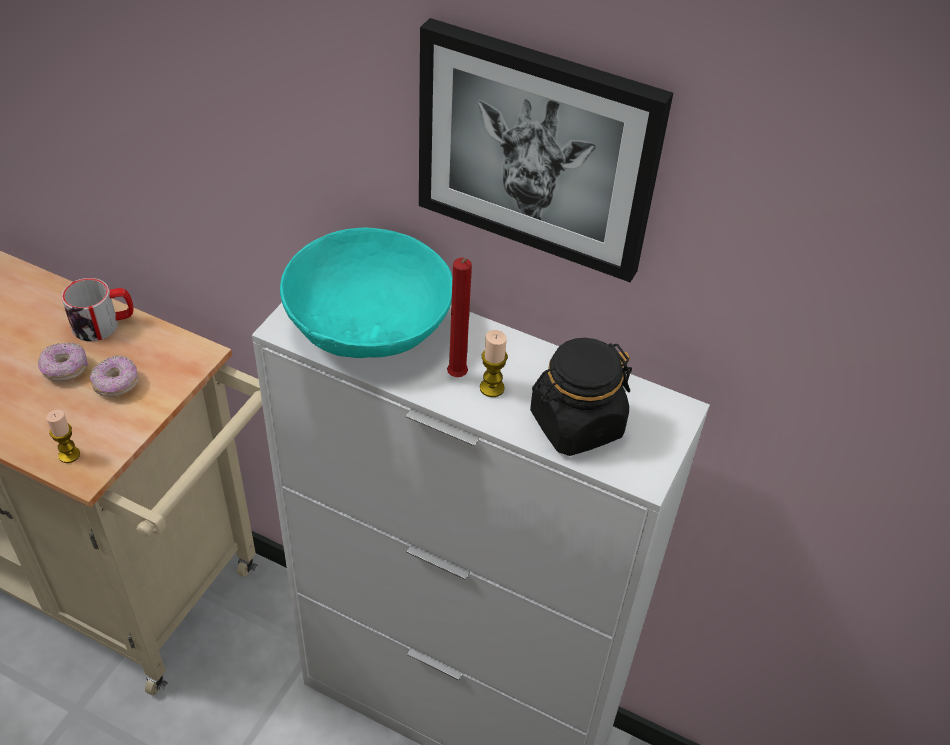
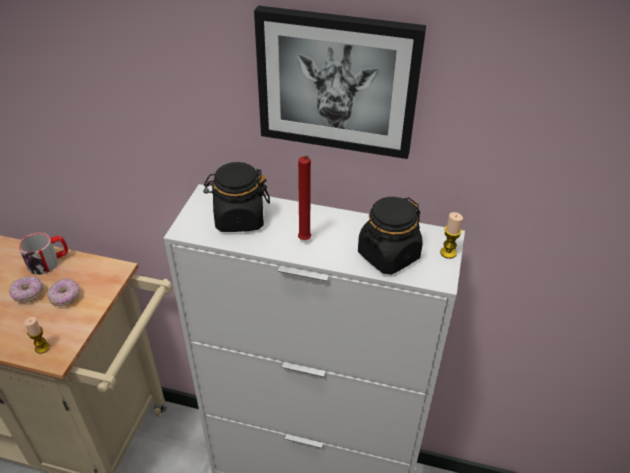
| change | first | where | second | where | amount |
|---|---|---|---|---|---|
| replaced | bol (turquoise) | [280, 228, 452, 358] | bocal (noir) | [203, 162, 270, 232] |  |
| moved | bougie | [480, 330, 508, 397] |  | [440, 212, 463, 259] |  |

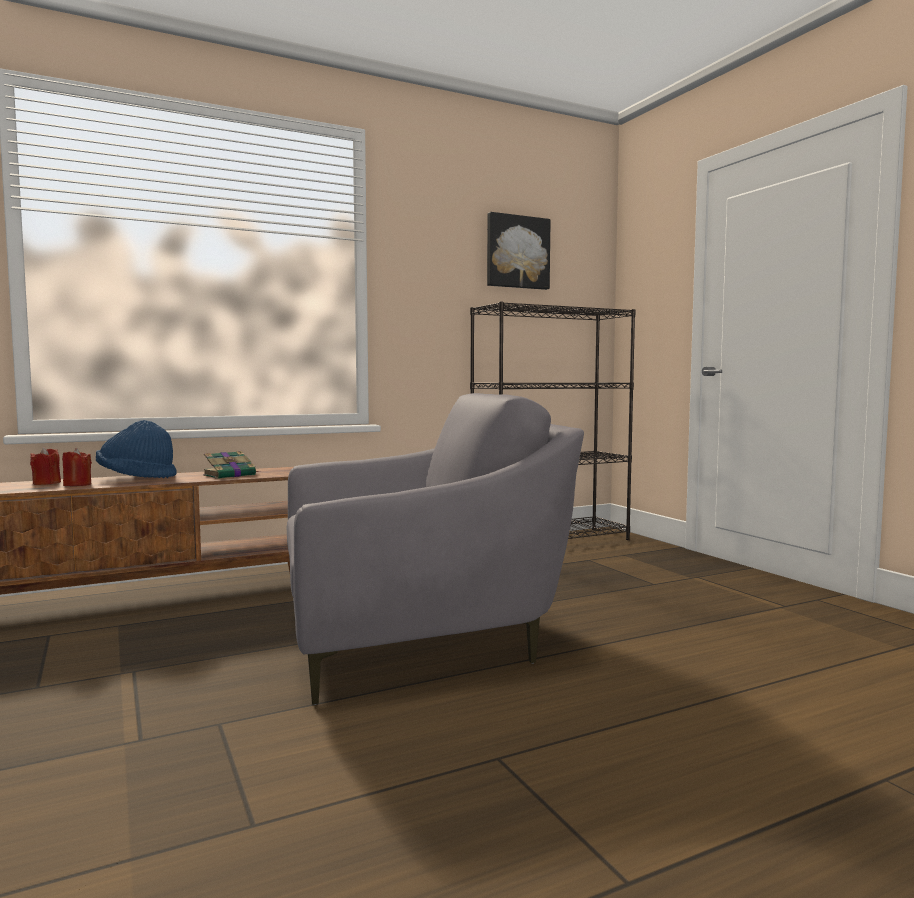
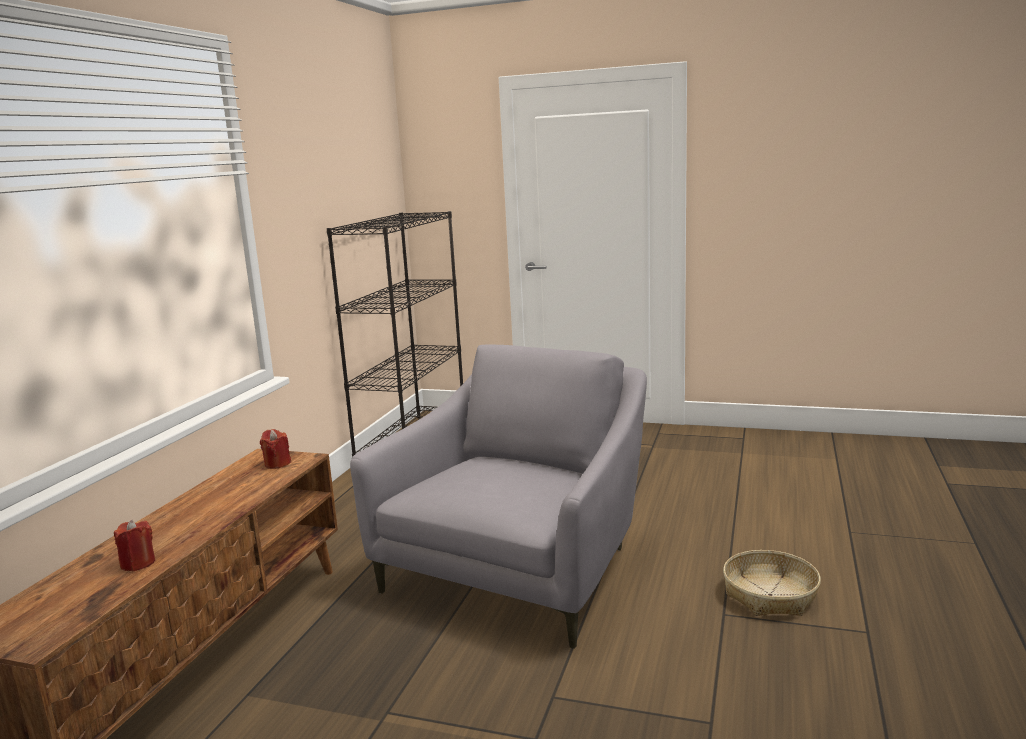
| change | first | where | second | where | amount |
|---|---|---|---|---|---|
| removed | tableau | [487, 212, 551, 290] |  |  |  |
| removed | chapeau (bleu) | [96, 420, 176, 478] |  |  |  |
| moved | bougie (rouge) | [30, 447, 61, 485] |  | [260, 429, 291, 469] |  |
| removed | livre | [203, 451, 260, 479] |  |  |  |
| added |  |  | panier | [723, 550, 821, 616] |  |

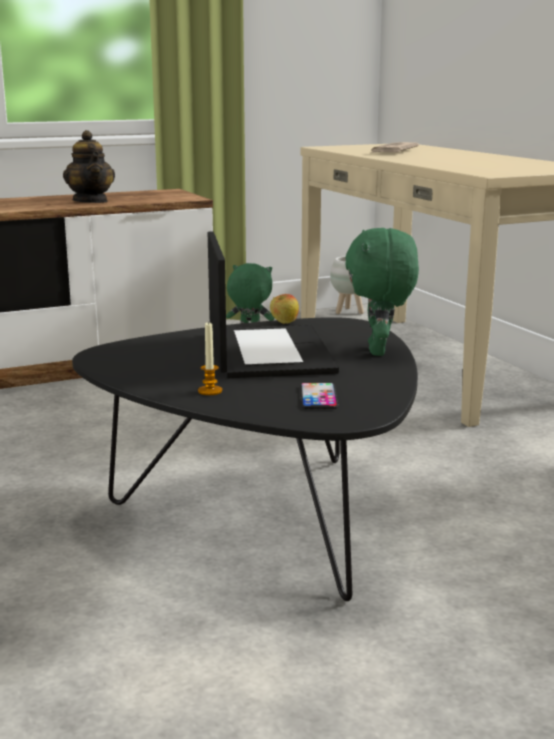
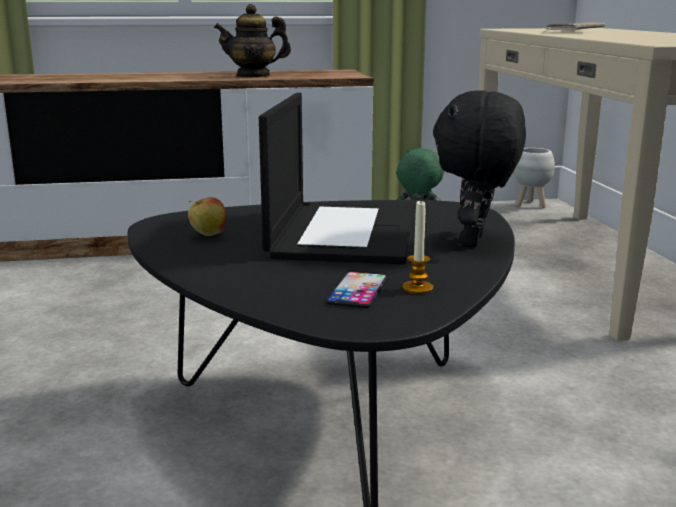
| change | first | where | second | where | amount |
|---|---|---|---|---|---|
| turned | théière | [63, 130, 115, 203] |  | [214, 4, 291, 78] | 90 degrees clockwise |
| recoloured | peluche (vert) | [346, 228, 419, 356] | peluche (noir) | [433, 91, 526, 248] |  |
| moved | pomme | [270, 294, 299, 324] |  | [188, 197, 226, 236] |  |
| moved | bougie | [198, 321, 222, 395] |  | [402, 201, 433, 294] |  |

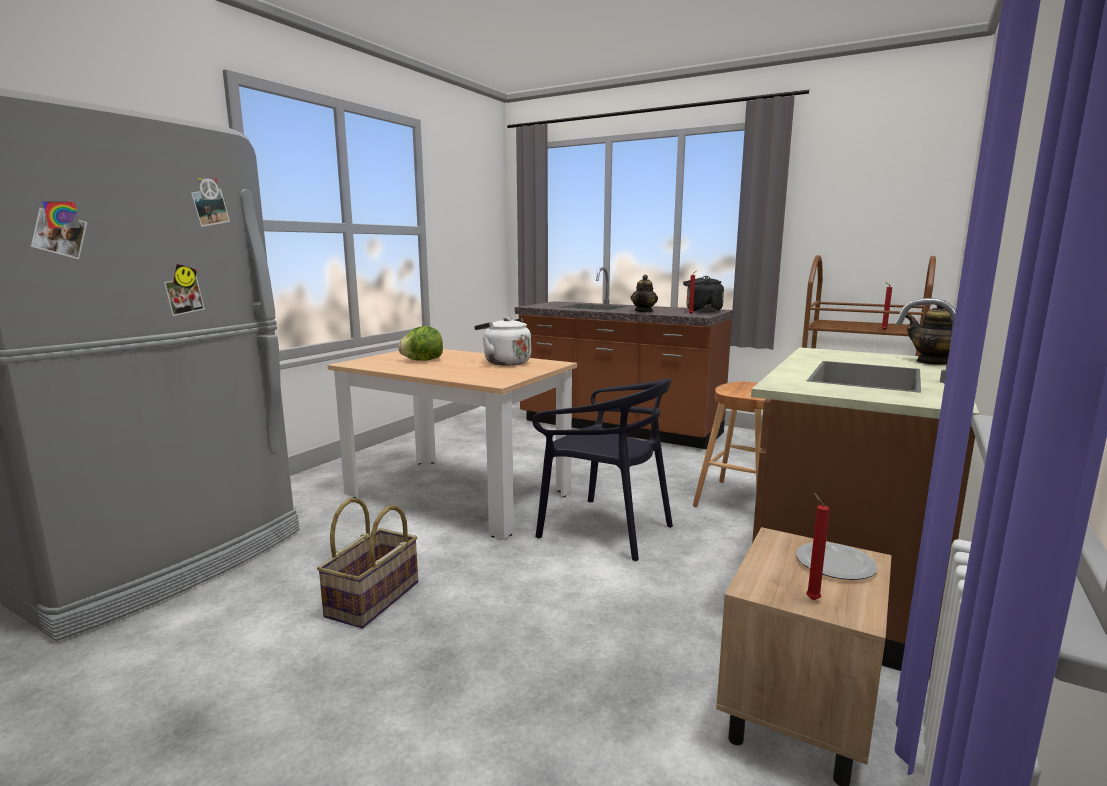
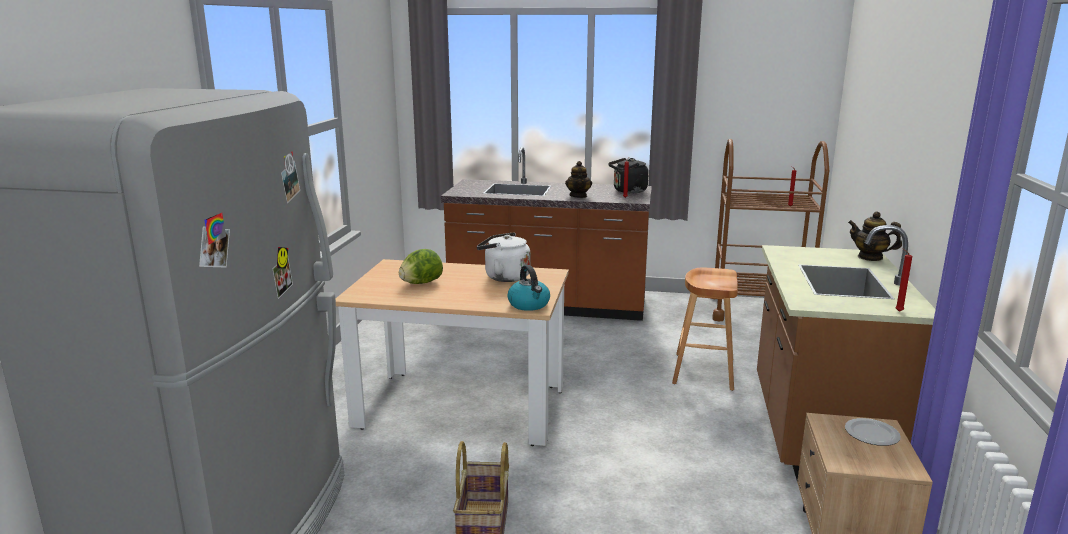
| change | first | where | second | where | amount |
|---|---|---|---|---|---|
| removed | chaise (noir) | [532, 378, 673, 561] |  |  |  |
| moved | bougie (rouge) | [806, 493, 830, 600] |  | [895, 248, 912, 312] |  |
| added |  |  | bouilloire | [508, 265, 550, 311] |  |

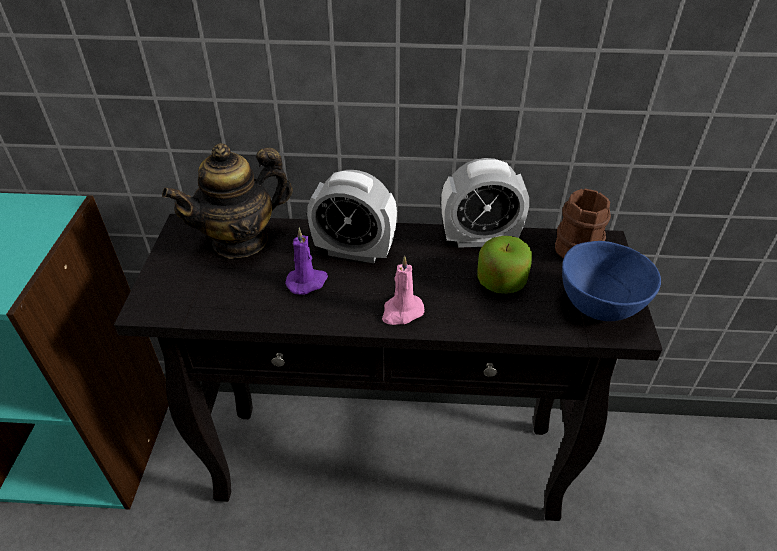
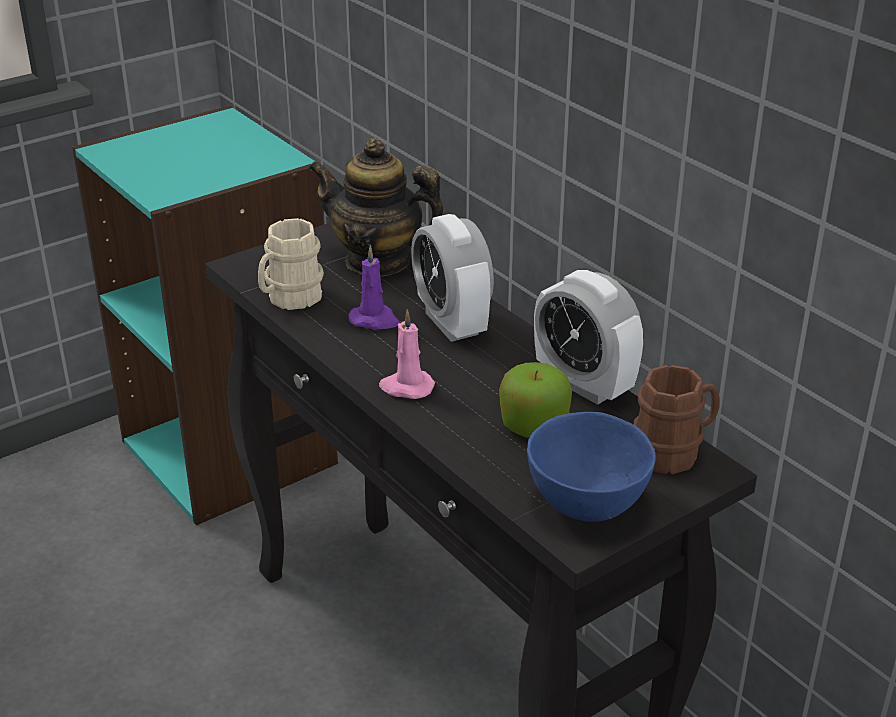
| change | first | where | second | where | amount |
|---|---|---|---|---|---|
| added |  |  | mug (beige) | [258, 218, 324, 310] |  |

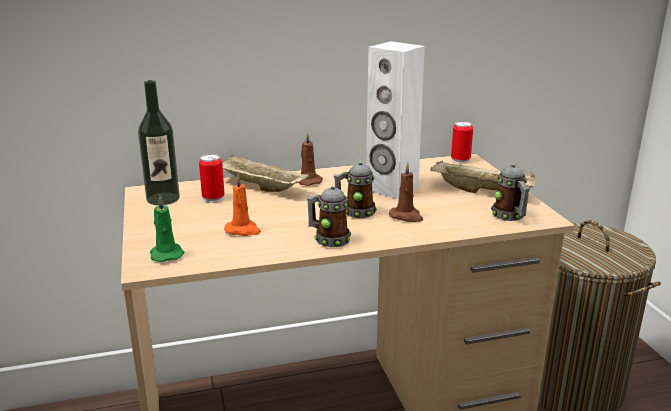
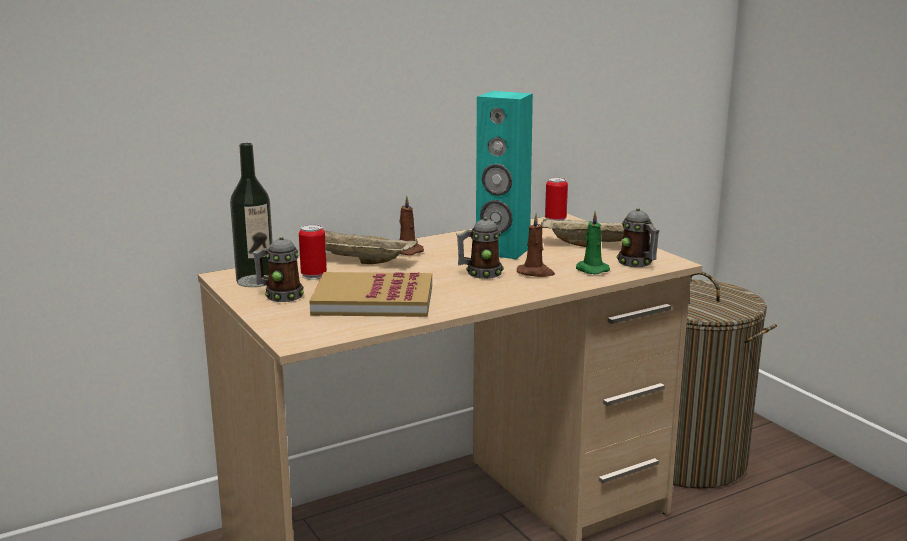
| change | first | where | second | where | amount |
|---|---|---|---|---|---|
| recoloured | enceinte (blanc) | [366, 41, 425, 200] | enceinte (turquoise) | [476, 91, 533, 259] |  |
| replaced | bougie (orange) | [224, 174, 261, 236] | livre | [309, 272, 432, 317] |  |
| moved | mug | [307, 186, 351, 247] |  | [253, 236, 304, 302] |  |
| moved | bougie (vert) | [150, 196, 184, 262] |  | [576, 211, 610, 274] |  |

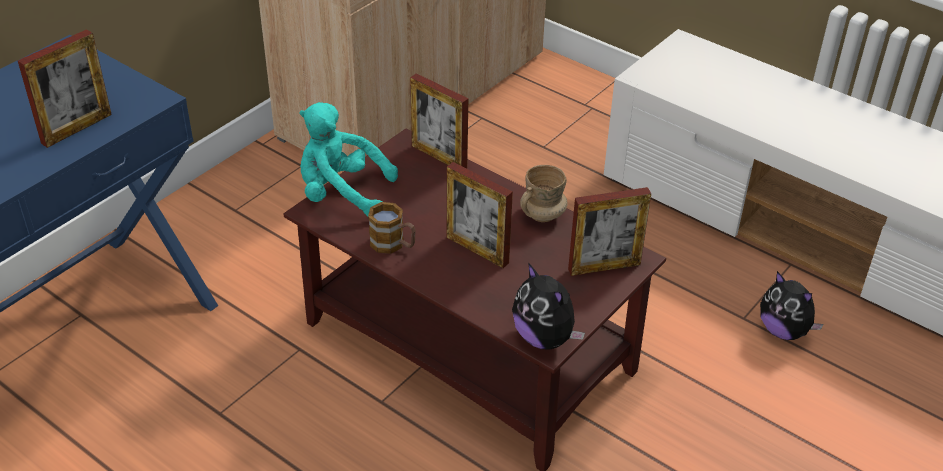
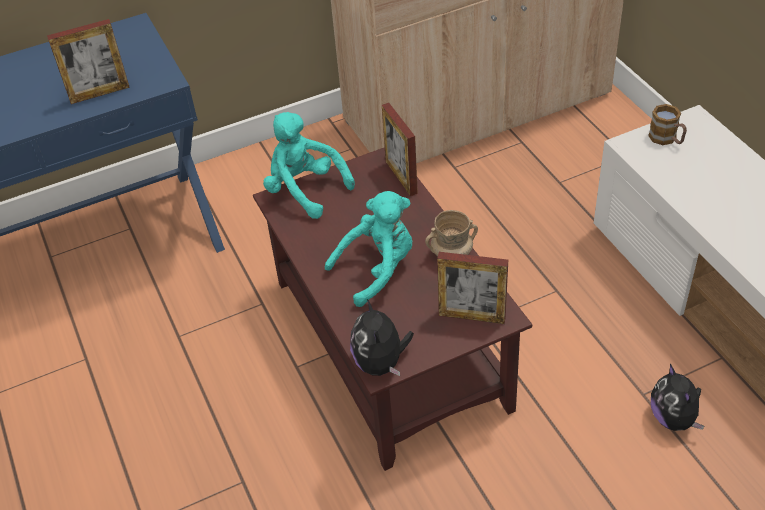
| change | first | where | second | where | amount |
|---|---|---|---|---|---|
| replaced | cadre photo | [447, 162, 513, 268] | peluche (turquoise) | [325, 191, 412, 307] |  |
| moved | mug | [368, 202, 416, 254] |  | [648, 104, 687, 145] |  |

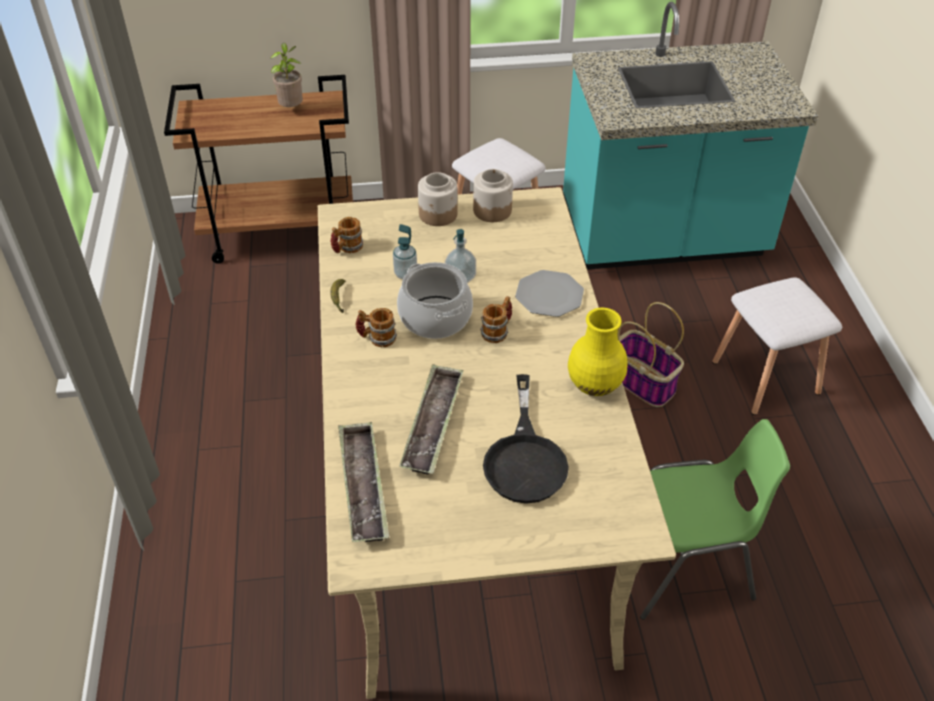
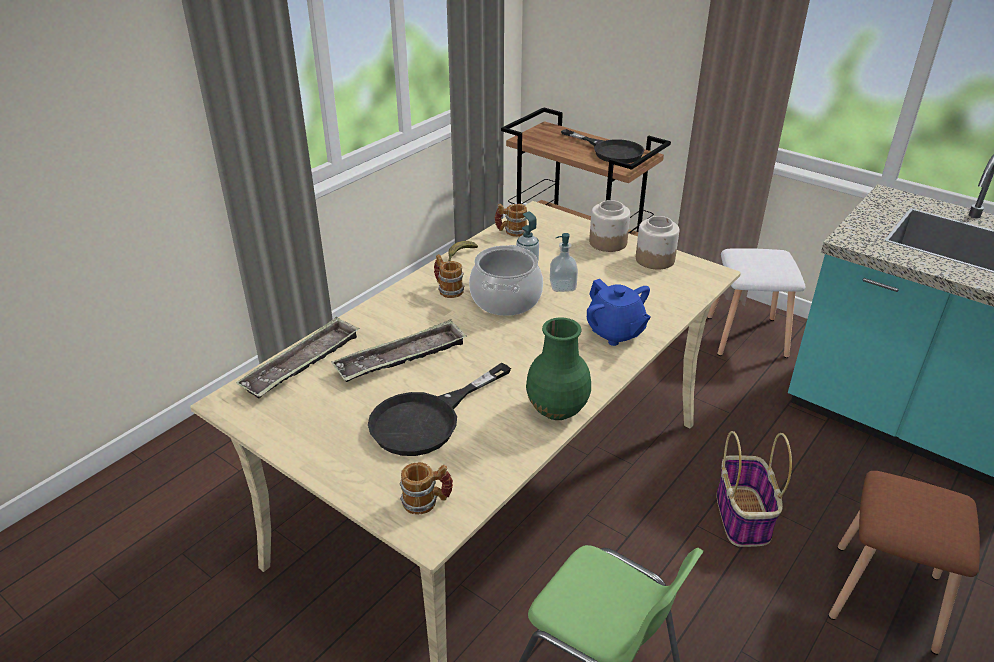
| change | first | where | second | where | amount |
|---|---|---|---|---|---|
| replaced | plante en pot | [270, 43, 303, 107] | poêle (noir) | [561, 129, 645, 163] |  |
| replaced | assiette | [515, 270, 584, 317] | théière (bleu) | [587, 279, 651, 346] |  |
| recoloured | tabouret (blanc) | [712, 277, 842, 415] | tabouret (marron) | [829, 471, 980, 655] |  |
| moved | mug | [480, 296, 512, 343] |  | [400, 462, 453, 515] |  |
| recoloured | vase (jaune) | [568, 308, 627, 396] | vase (vert) | [526, 317, 591, 420] |  |

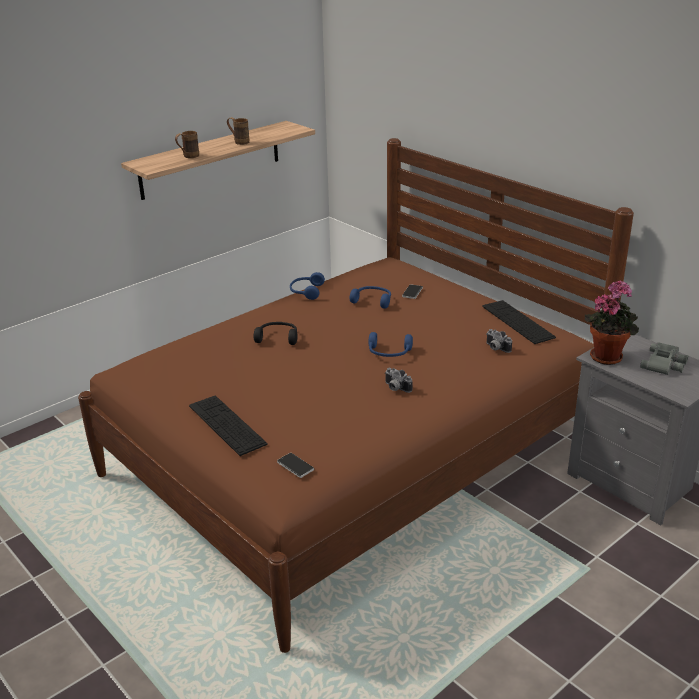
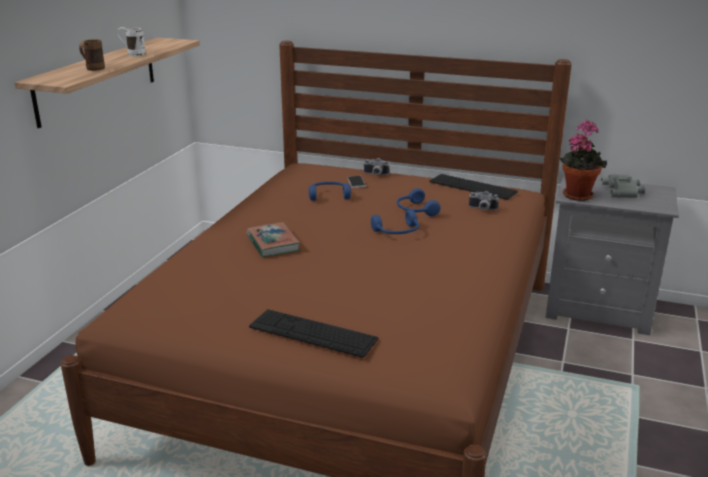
| change | first | where | second | where | amount |
|---|---|---|---|---|---|
| recoloured | mug (marron) | [227, 117, 249, 145] | mug (blanc) | [117, 27, 145, 56] |  |
| moved | casque audio (bleu) | [290, 272, 325, 300] |  | [397, 188, 441, 216] |  |
| replaced | casque audio (noir) | [254, 322, 298, 345] | livre | [247, 222, 300, 257] |  |
| moved | appareil photo | [385, 368, 413, 393] |  | [363, 158, 390, 175] |  |
| removed | téléphone | [277, 453, 314, 478] |  |  |  |

